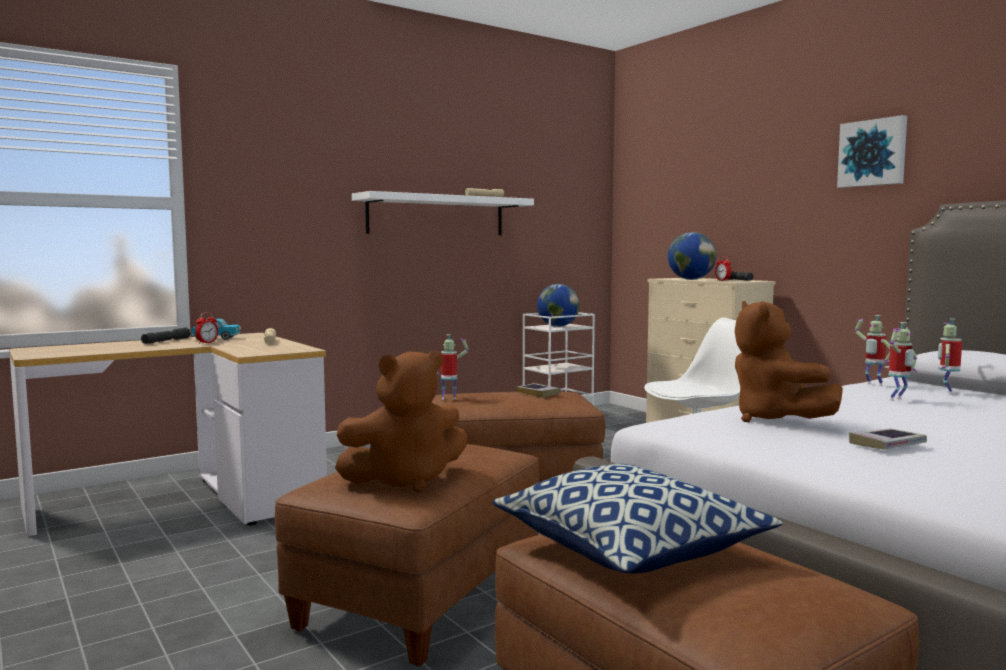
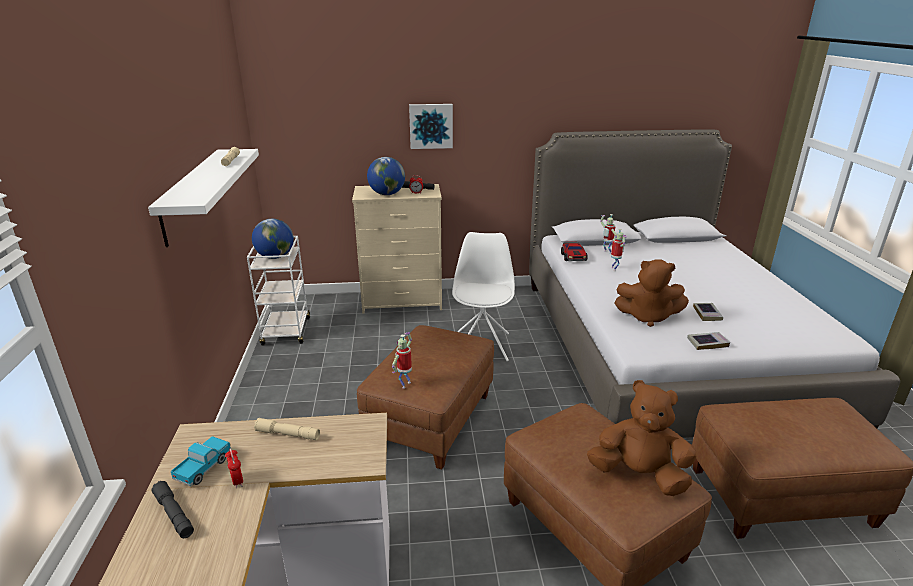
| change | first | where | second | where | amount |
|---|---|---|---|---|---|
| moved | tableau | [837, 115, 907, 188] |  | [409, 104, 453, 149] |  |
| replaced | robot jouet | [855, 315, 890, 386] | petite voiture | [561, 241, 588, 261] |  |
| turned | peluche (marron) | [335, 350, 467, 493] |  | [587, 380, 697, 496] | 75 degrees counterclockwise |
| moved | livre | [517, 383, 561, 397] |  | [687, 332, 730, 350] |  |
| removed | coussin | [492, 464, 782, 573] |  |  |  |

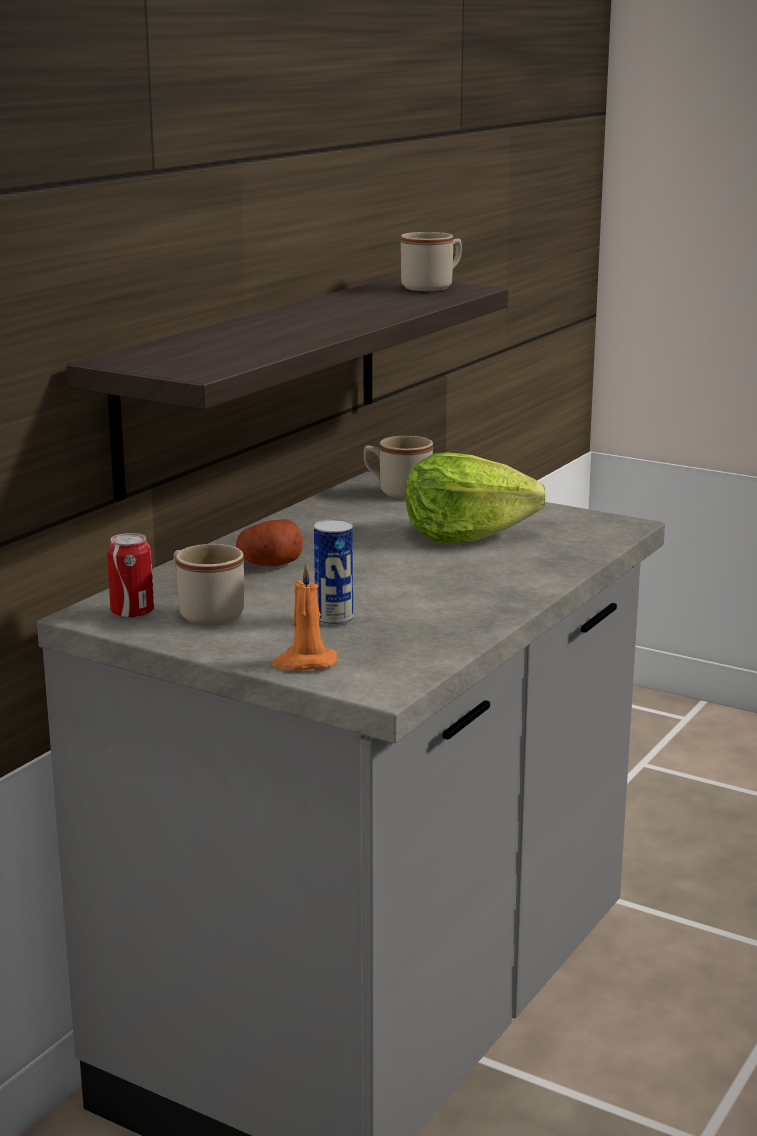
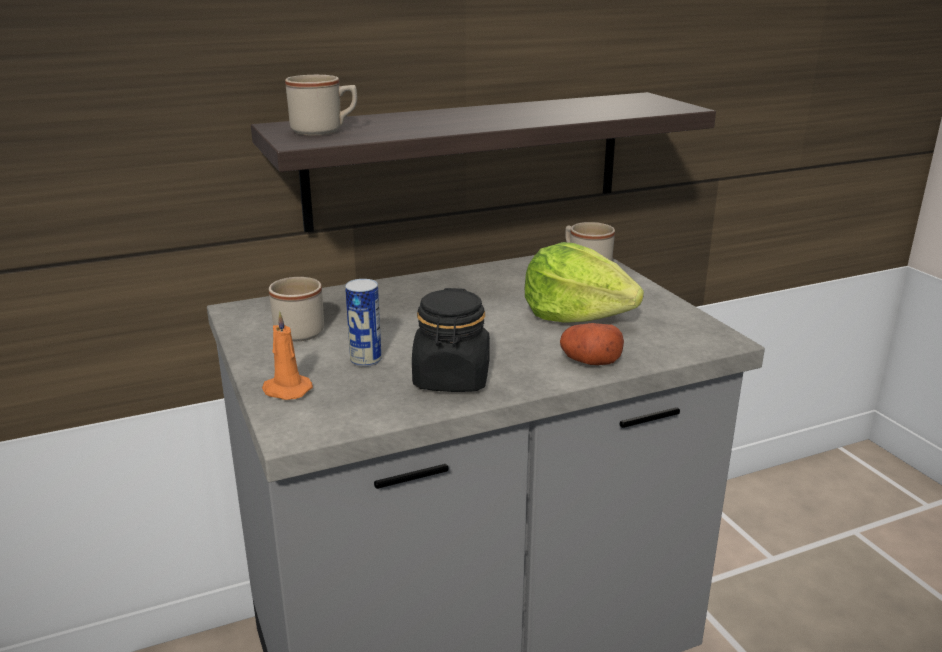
| change | first | where | second | where | amount |
|---|---|---|---|---|---|
| moved | mug (beige) | [401, 232, 462, 291] |  | [285, 75, 357, 136] |  |
| moved | pomme de terre | [236, 519, 303, 566] |  | [560, 323, 624, 365] |  |
| removed | boîte métallique | [107, 533, 154, 619] |  |  |  |
| added |  |  | bocal (noir) | [412, 288, 490, 392] |  |

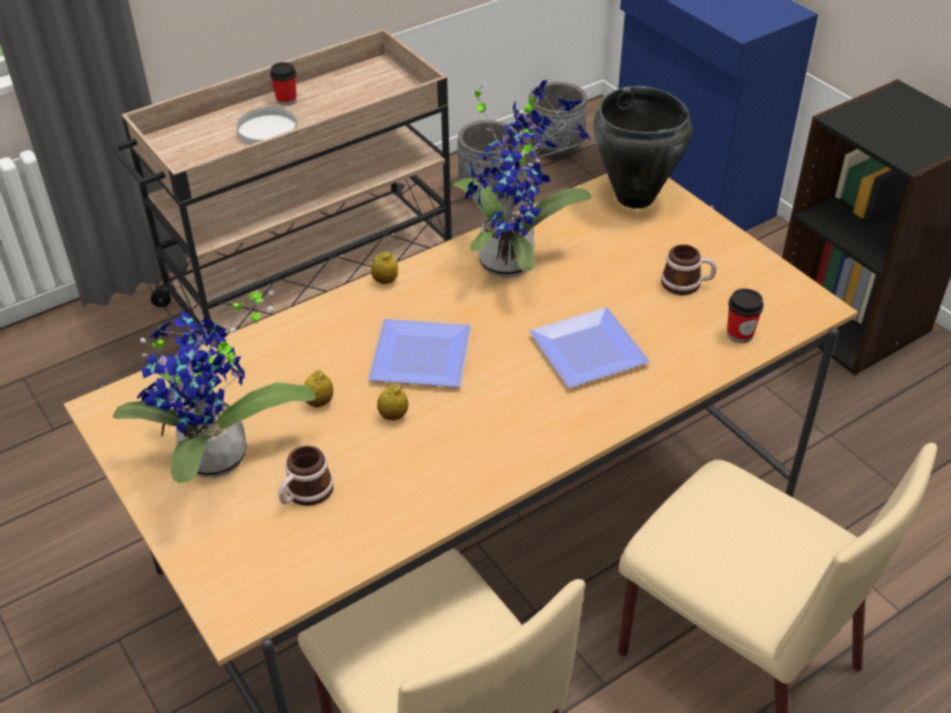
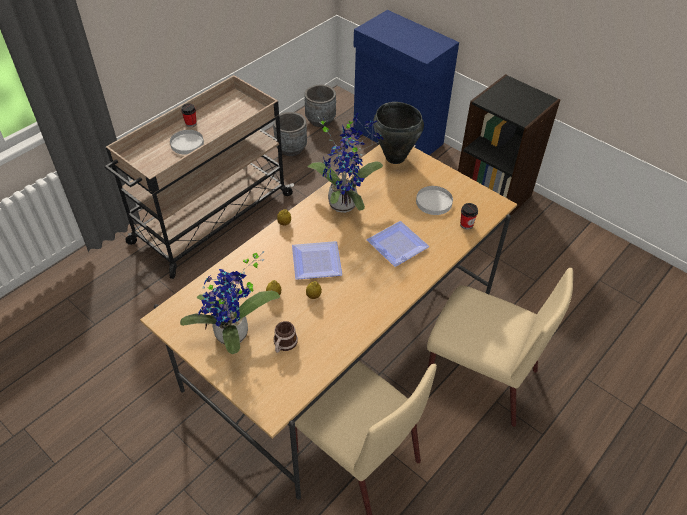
| change | first | where | second | where | amount |
|---|---|---|---|---|---|
| replaced | mug | [661, 244, 717, 295] | assiette (blanc) | [416, 186, 453, 215] |  |

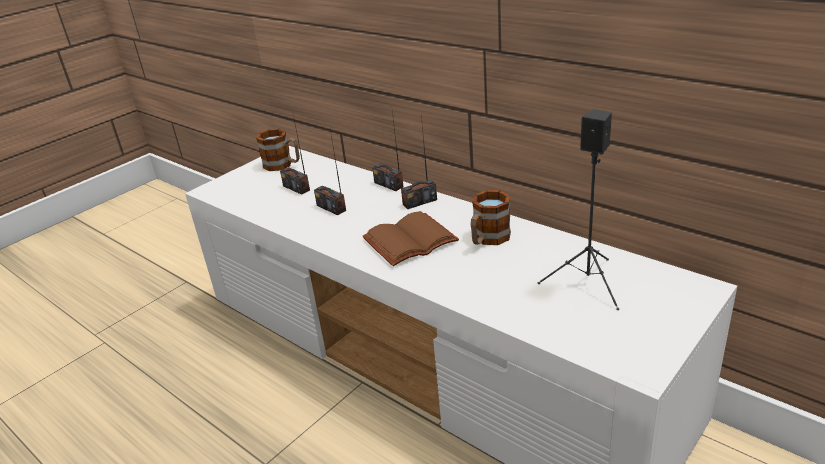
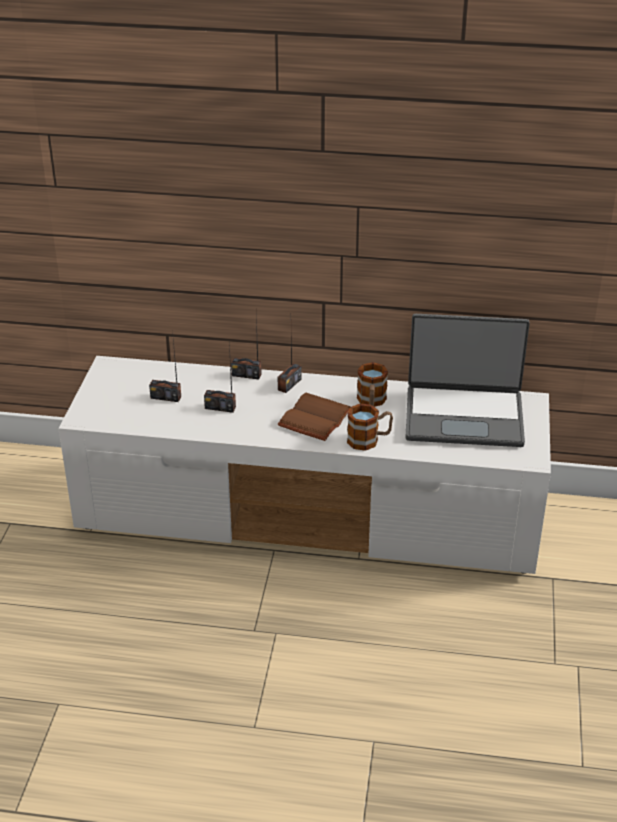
| change | first | where | second | where | amount |
|---|---|---|---|---|---|
| replaced | enceinte (noir) | [538, 109, 619, 310] | ordinateur portable | [405, 314, 530, 447] |  |
| moved | mug | [256, 129, 300, 171] |  | [347, 403, 393, 451] |  |

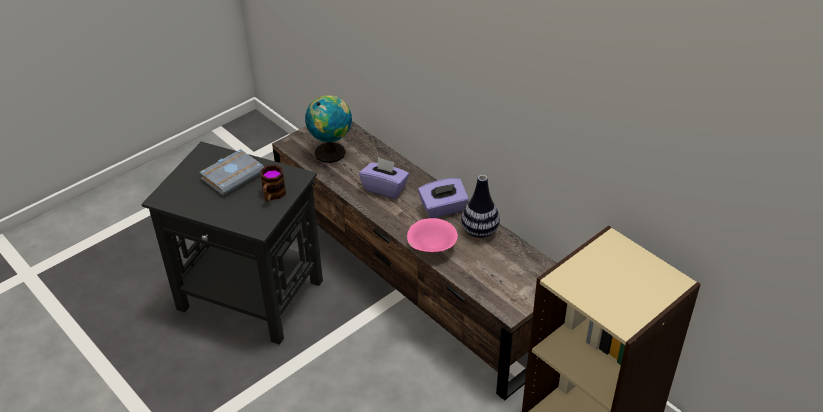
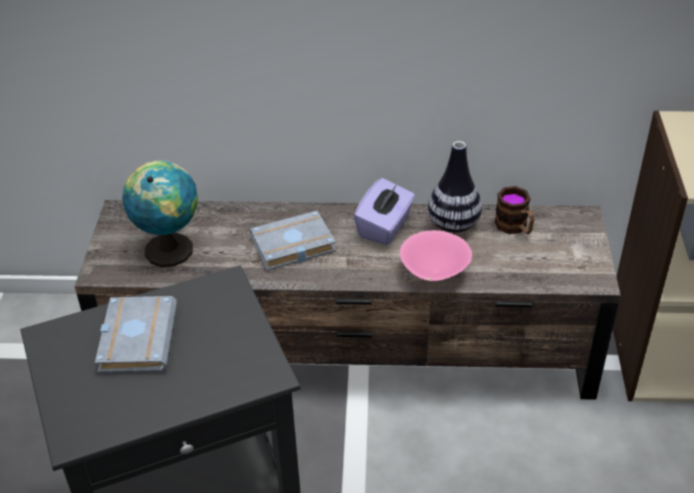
| change | first | where | second | where | amount |
|---|---|---|---|---|---|
| replaced | boîte à mouchoirs (violet) | [359, 157, 409, 199] | livre (gris) | [250, 211, 336, 271] |  |
| moved | mug | [260, 165, 286, 202] |  | [495, 186, 535, 234] |  |

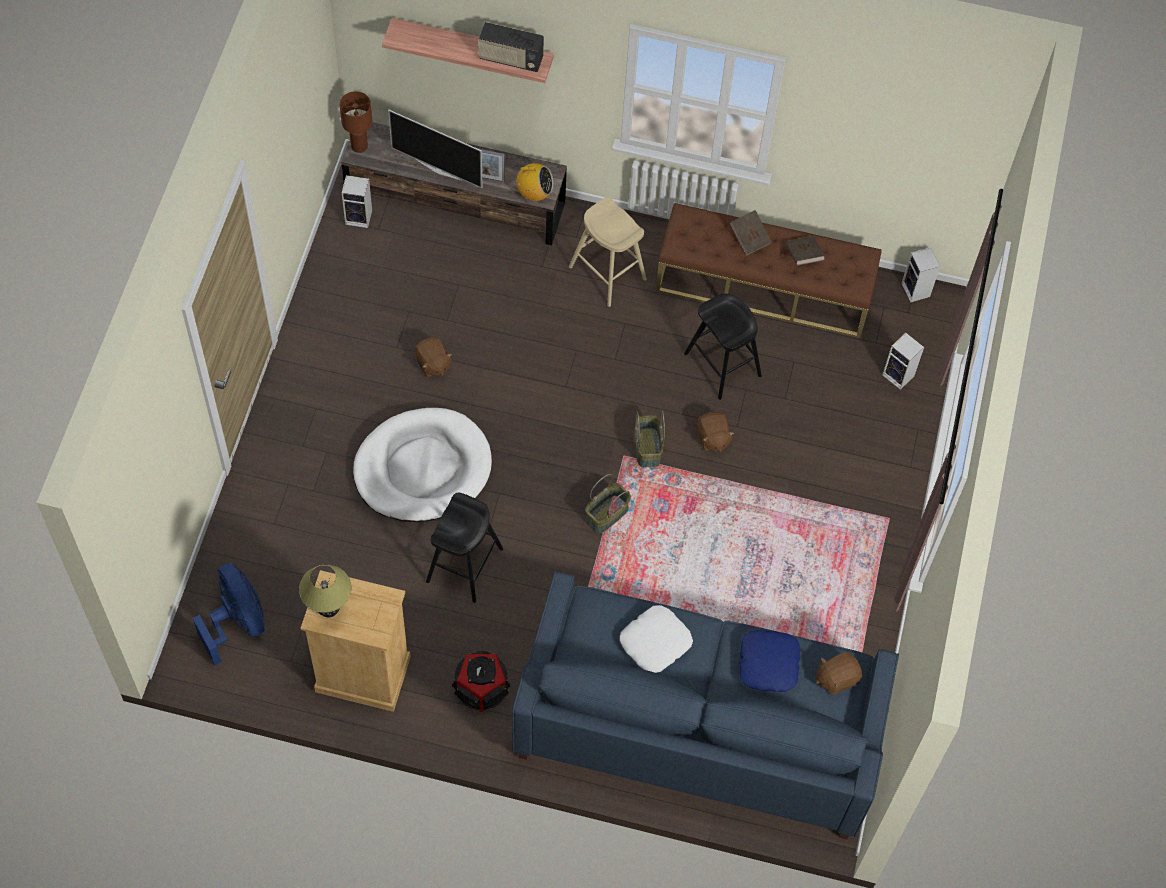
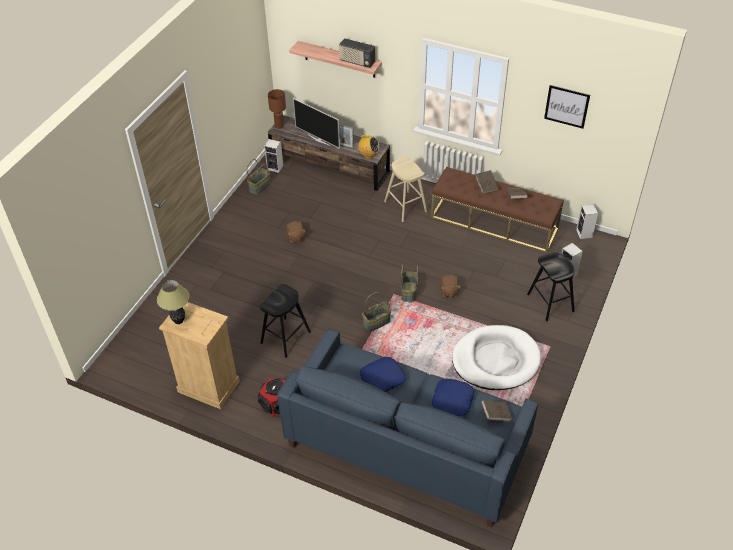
| change | first | where | second | where | amount |
|---|---|---|---|---|---|
| moved | tabouret (noir) | [684, 293, 762, 400] |  | [527, 252, 575, 321] |  |
| moved | panier pour chien (blanc) | [353, 408, 492, 522] |  | [452, 325, 541, 390] |  |
| removed | ventilateur (bleu) | [193, 563, 265, 666] |  |  |  |
| recoloured | coussin (blanc) | [620, 605, 693, 673] | coussin (bleu) | [360, 357, 406, 392] |  |
| replaced | peluche (marron) | [816, 652, 862, 695] | livre (marron) | [481, 400, 512, 421] |  |
| added |  |  | tableau | [544, 85, 590, 129] |  |
| added |  |  | panier | [247, 159, 271, 195] |  |

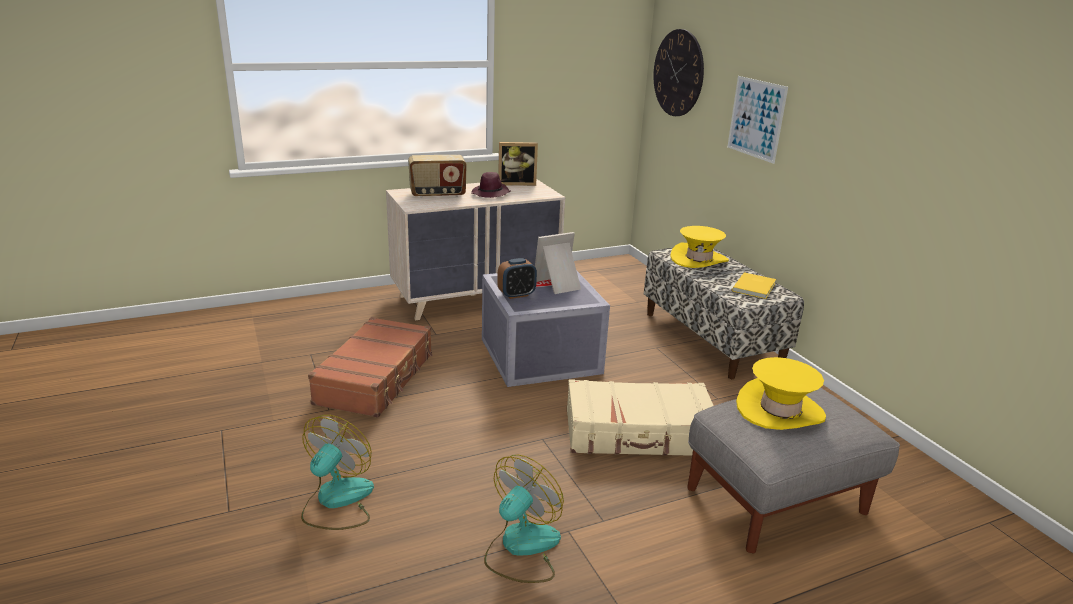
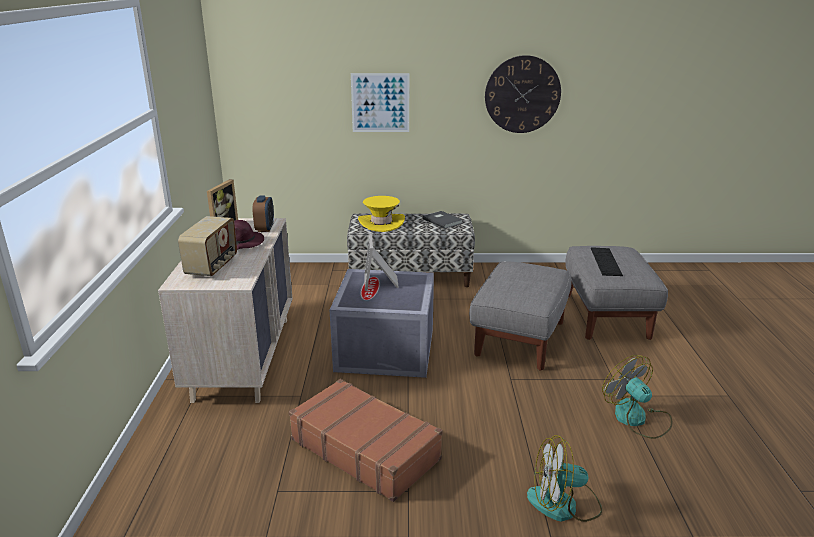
| change | first | where | second | where | amount |
|---|---|---|---|---|---|
| moved | horloge murale | [654, 29, 704, 116] |  | [485, 55, 561, 133] |  |
| moved | réveil | [497, 258, 537, 299] |  | [252, 195, 274, 232] |  |
| recoloured | livre (jaune) | [732, 272, 776, 299] | livre (gris) | [423, 211, 463, 229] |  |
| replaced | chapeau (jaune) | [736, 357, 826, 430] | clavier | [591, 247, 623, 276] |  |
| replaced | valise (beige) | [567, 379, 714, 456] | pouf (gris) | [469, 261, 572, 370] |  |
| turned | ventilateur | [301, 415, 374, 530] |  | [527, 435, 602, 522] | 45 degrees counterclockwise |

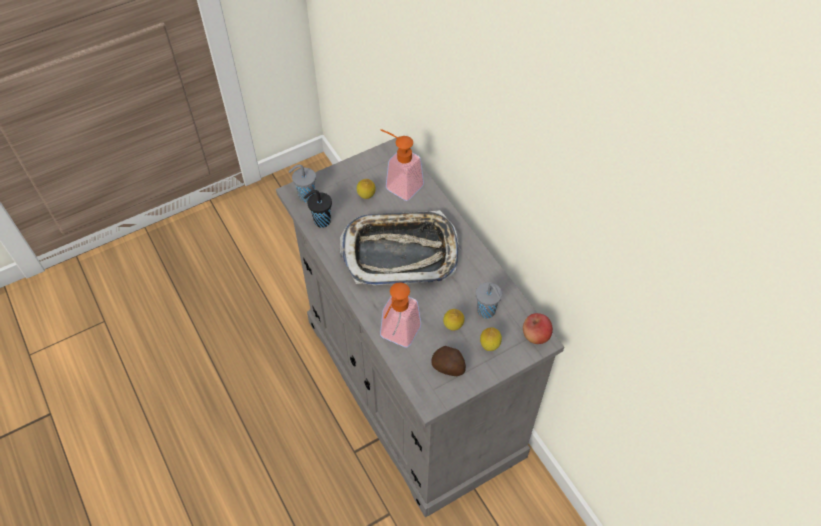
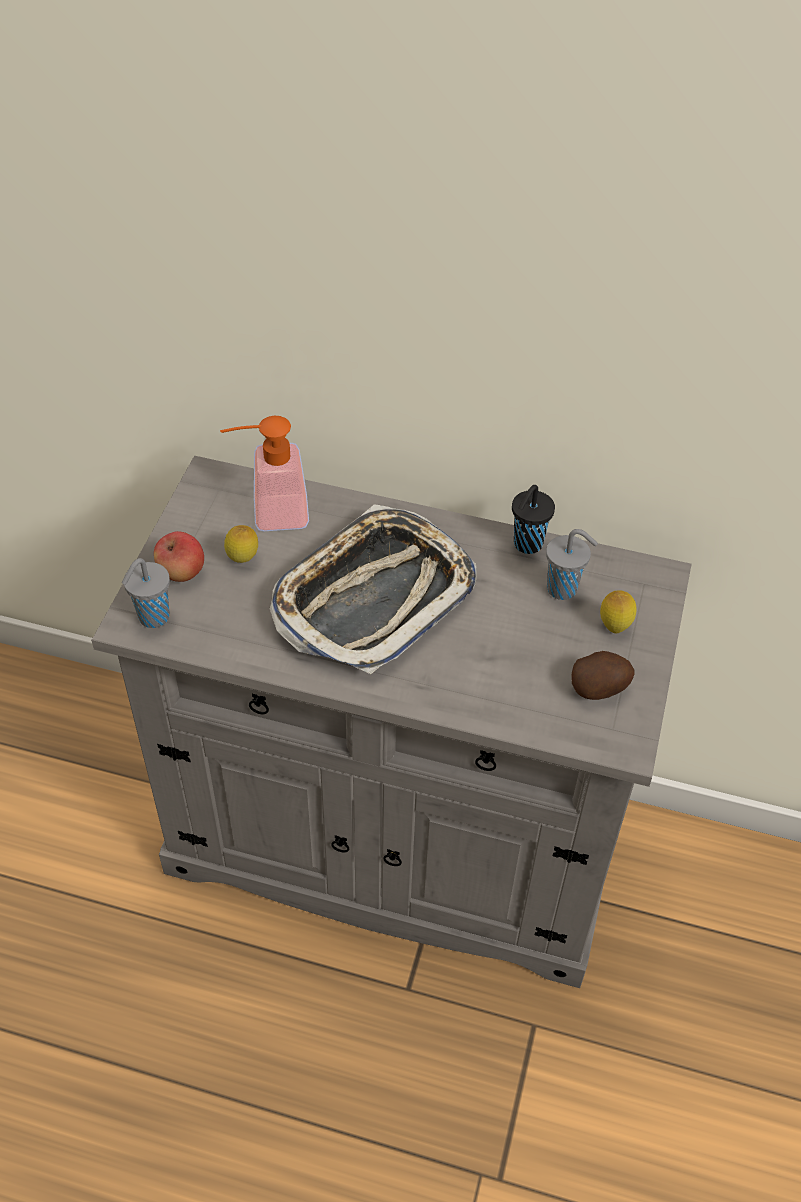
| change | first | where | second | where | amount |
|---|---|---|---|---|---|
| moved | tasse (noir) | [304, 190, 332, 228] |  | [512, 485, 555, 554] |  |
| removed | distributeur de savon | [380, 282, 421, 348] |  |  |  |
| removed | citron | [443, 309, 464, 331] |  |  |  |
| moved | pomme | [523, 313, 553, 344] |  | [154, 531, 204, 582] |  |

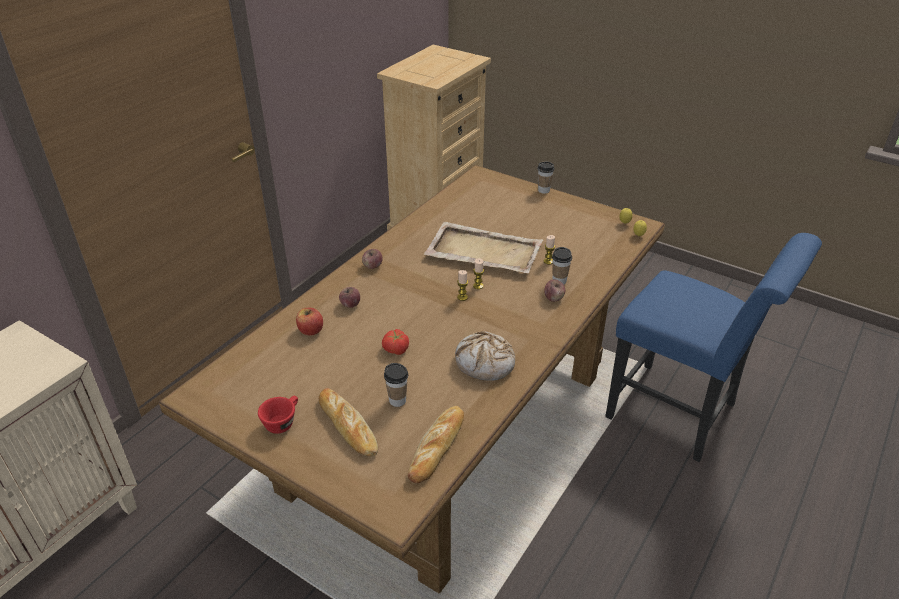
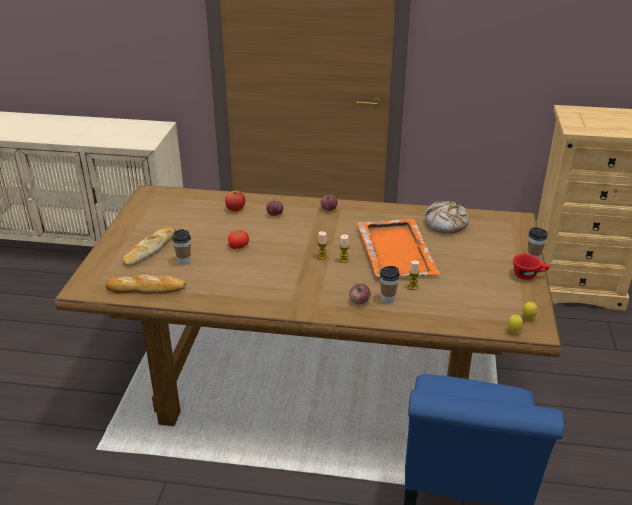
| change | first | where | second | where | amount |
|---|---|---|---|---|---|
| recoloured | plateau (beige) | [424, 222, 543, 273] | plateau (orange) | [357, 219, 441, 277] |  |
| moved | pain | [455, 331, 515, 381] |  | [425, 201, 469, 234] |  |
| moved | tasse (rouge) | [258, 396, 298, 434] |  | [513, 254, 549, 280] |  |

